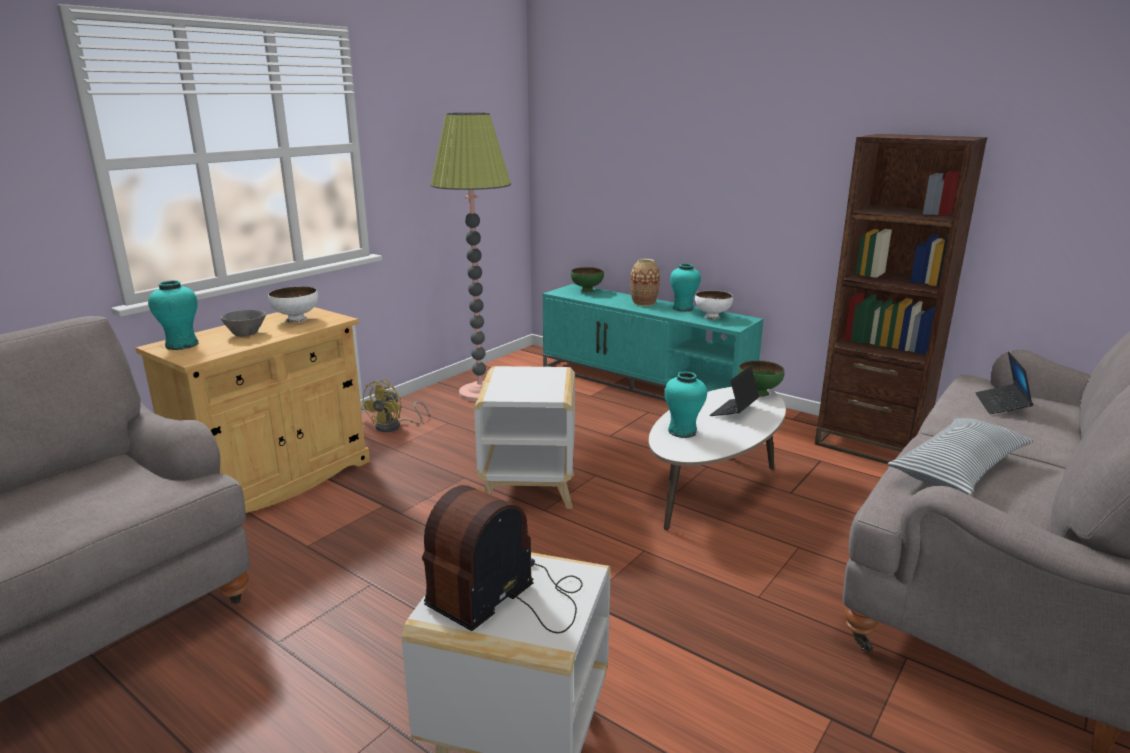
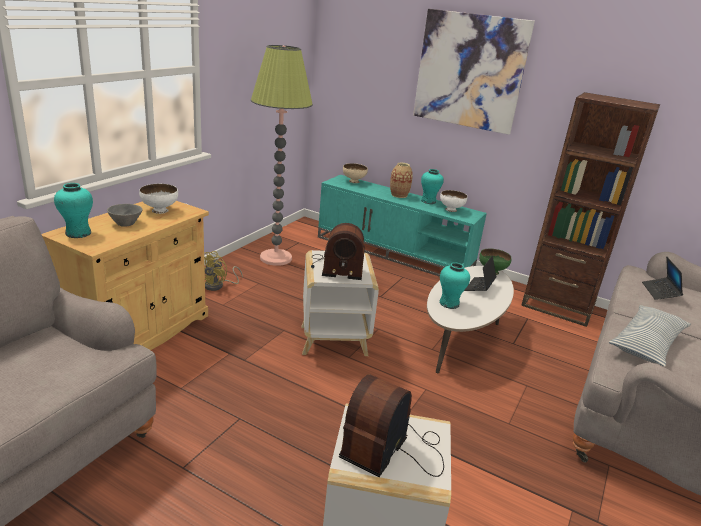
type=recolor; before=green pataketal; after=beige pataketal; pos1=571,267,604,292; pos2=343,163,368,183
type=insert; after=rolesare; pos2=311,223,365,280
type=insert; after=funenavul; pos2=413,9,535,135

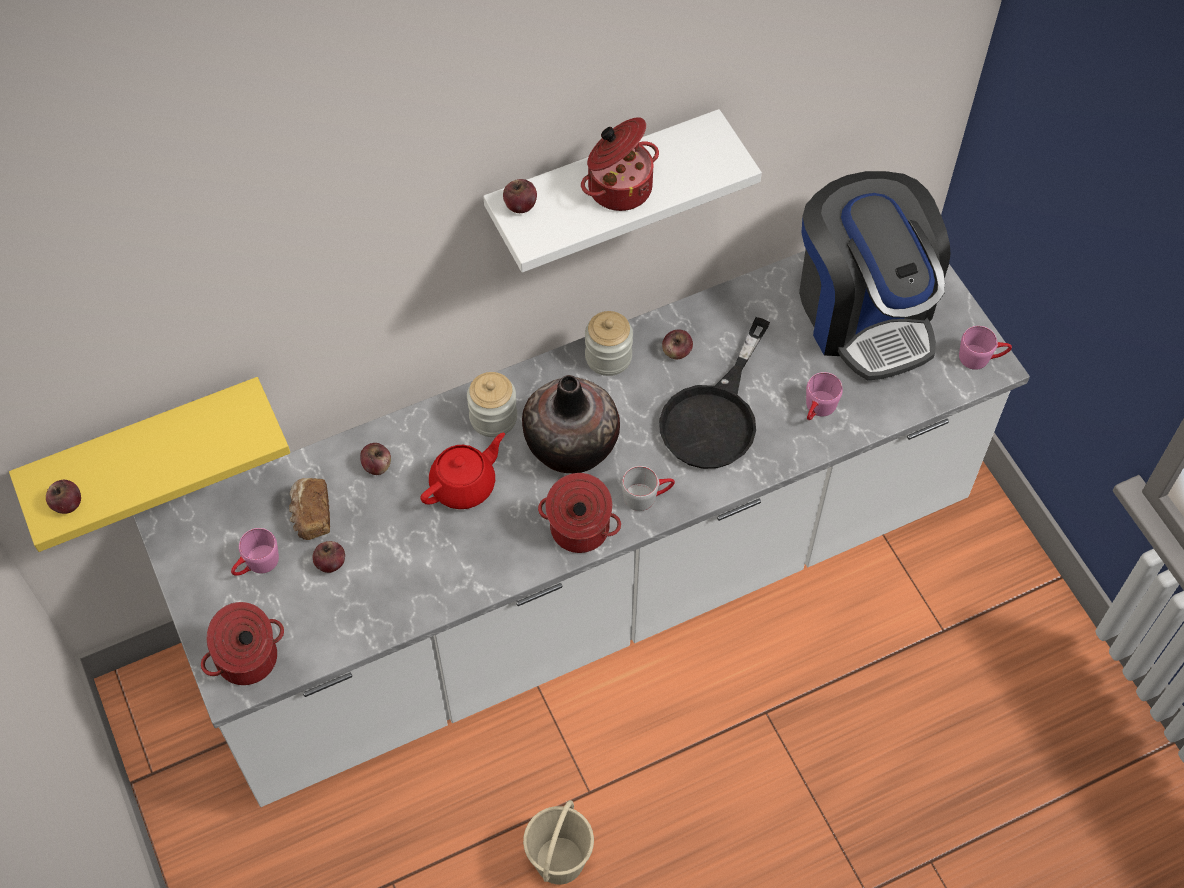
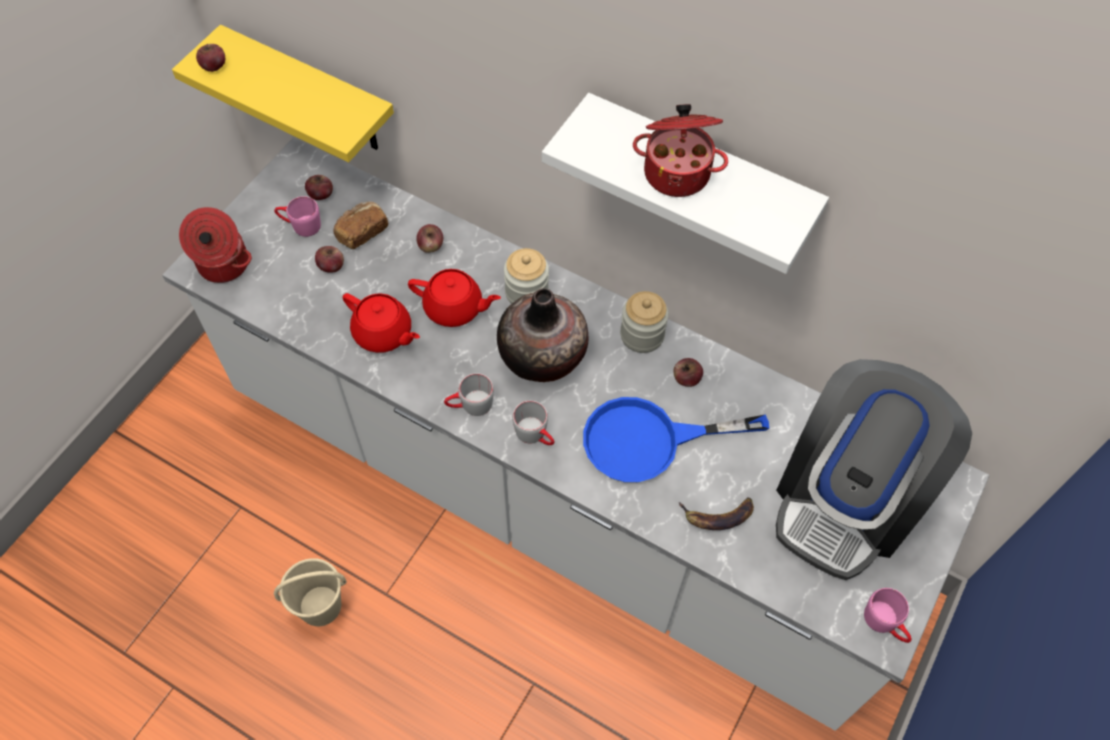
type=move; before=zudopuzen; pos1=503,179,537,213; pos2=305,175,333,200
type=replace; before=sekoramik; after=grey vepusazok; pos1=538,473,621,553; pos2=444,373,494,416
type=recolor; before=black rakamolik; after=blue rakamolik; pos1=659,317,770,469; pos2=583,397,769,482
type=replace; before=pink vepusazok; after=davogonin; pos1=806,372,843,420; pos2=679,498,754,530
type=insert; after=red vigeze; pos2=343,293,420,353

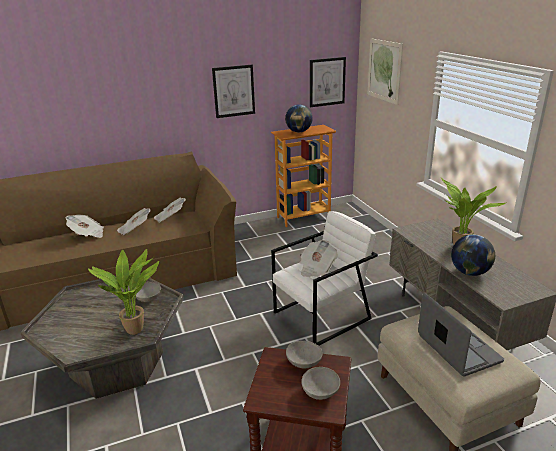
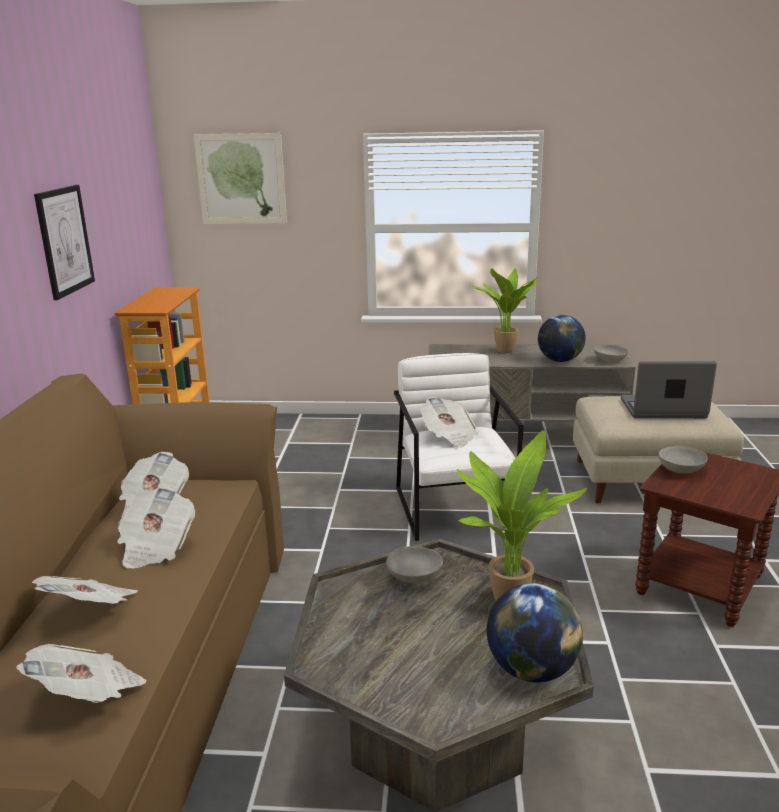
type=move; before=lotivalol; pos1=285,104,313,132; pos2=487,583,583,683
type=move; before=grey pataketal; pos1=301,367,340,400; pos2=594,344,628,362
type=delete; before=funenavul; pos1=310,57,346,107
type=insert; after=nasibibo; pos2=16,644,146,703

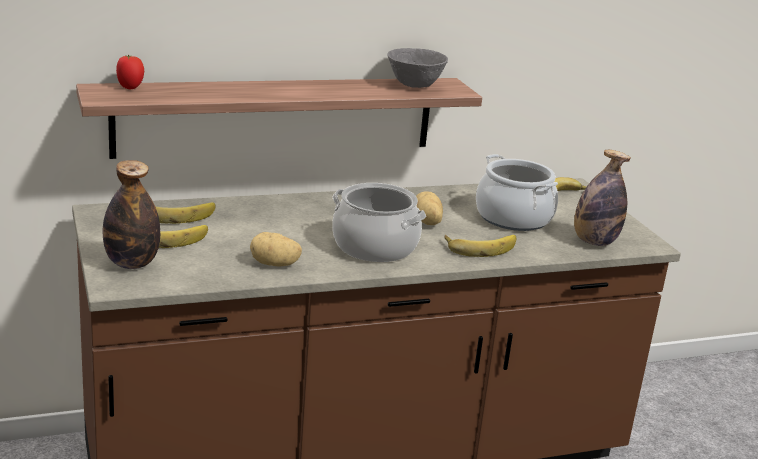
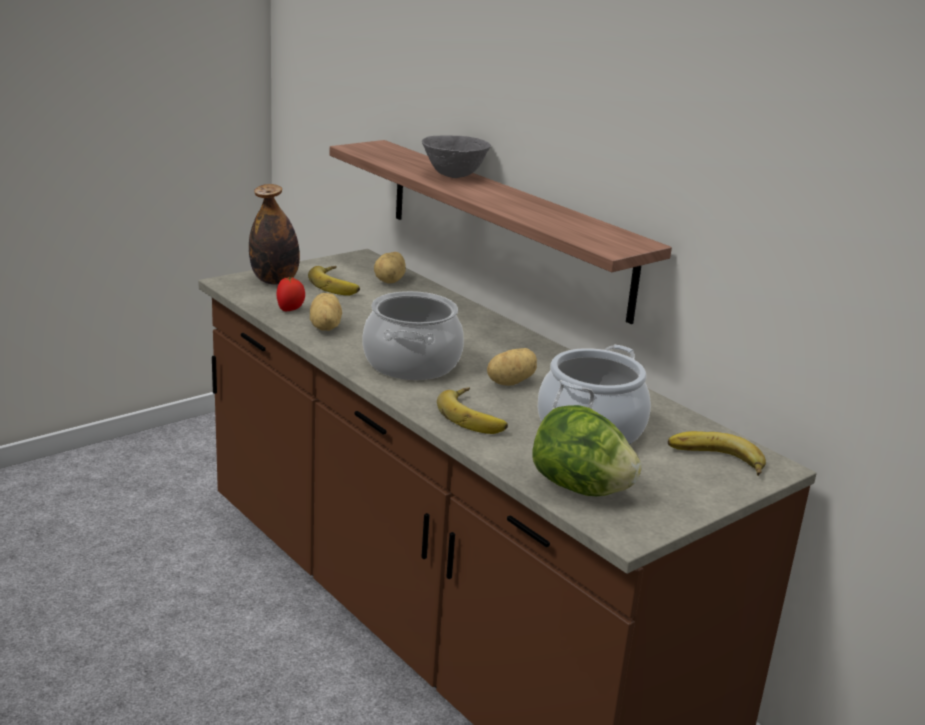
type=move; before=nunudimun; pos1=116,55,144,89; pos2=276,277,305,311
type=replace; before=davogonin; after=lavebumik; pos1=155,202,216,224; pos2=374,252,406,284
type=move; before=grey pataketal; pos1=387,48,448,88; pos2=422,135,491,178
type=replace; before=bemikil; after=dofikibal; pos1=574,150,631,246; pos2=532,405,642,496

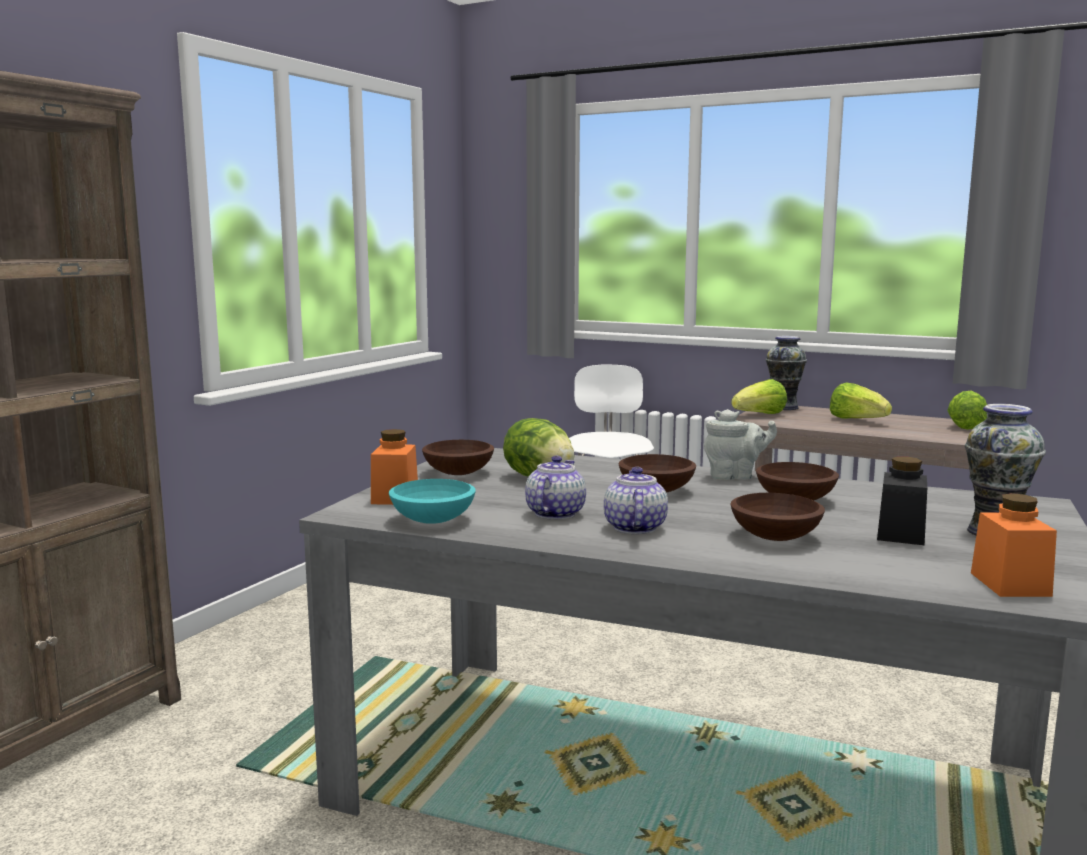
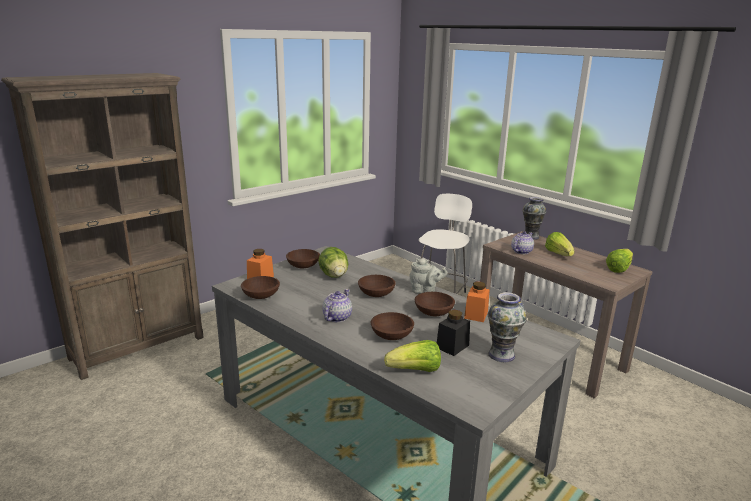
type=recolor; before=turquoise pataketal; after=brown pataketal; pos1=389,479,476,524; pos2=241,276,280,299
type=move; before=vigeze; pos1=525,456,586,520; pos2=511,231,534,254
type=move; before=dofikibal; pos1=731,379,787,414; pos2=384,340,441,372
type=move; before=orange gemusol; pos1=971,493,1057,597; pos2=464,282,490,322

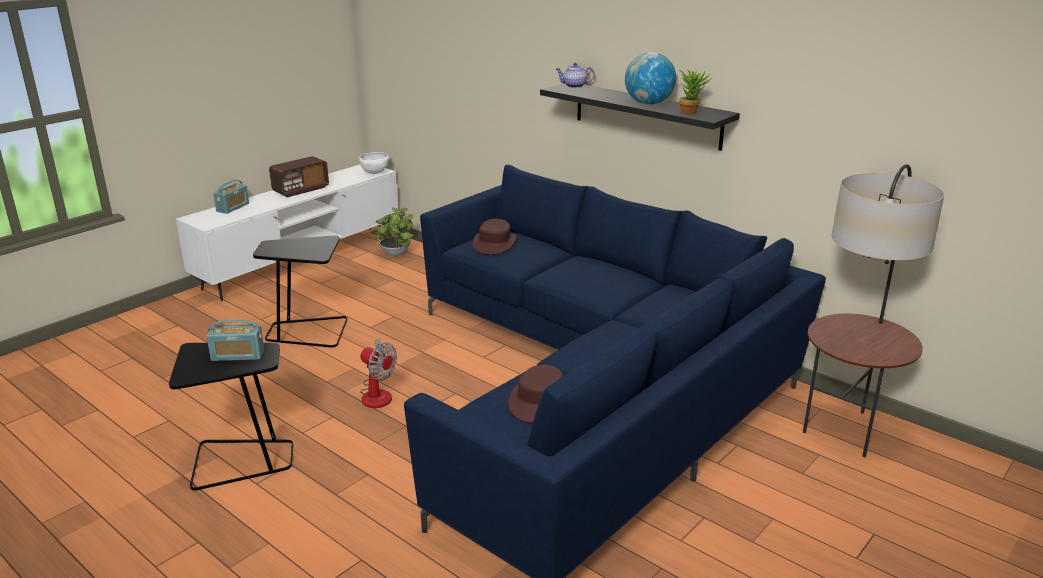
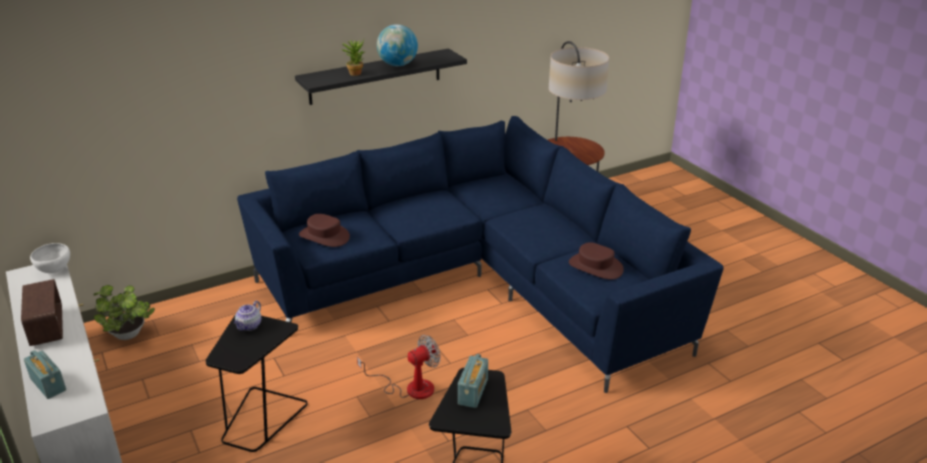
type=move; before=vigeze; pos1=556,63,595,88; pos2=234,301,261,331
type=move; before=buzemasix; pos1=679,69,712,114; pos2=341,40,365,76

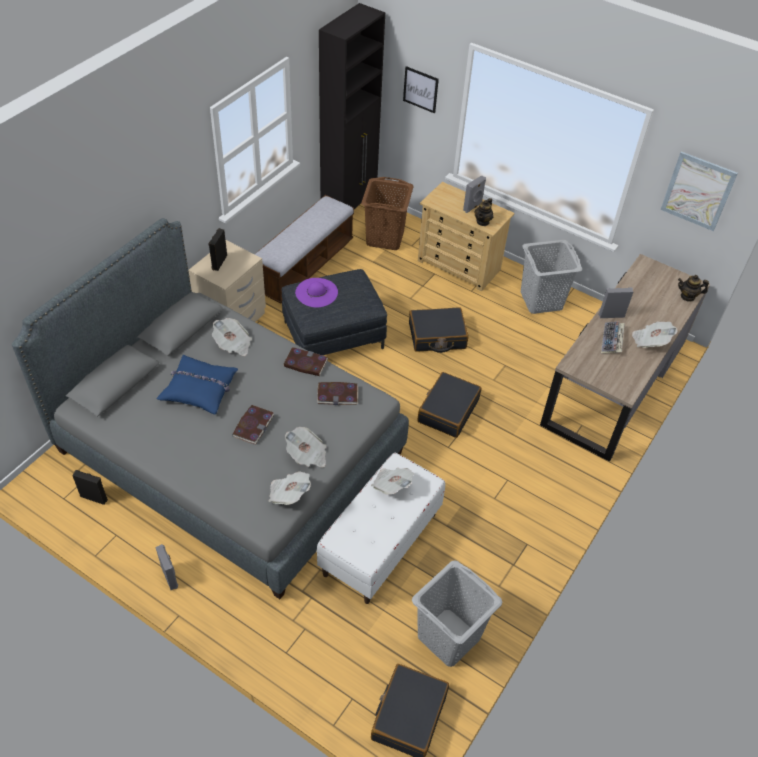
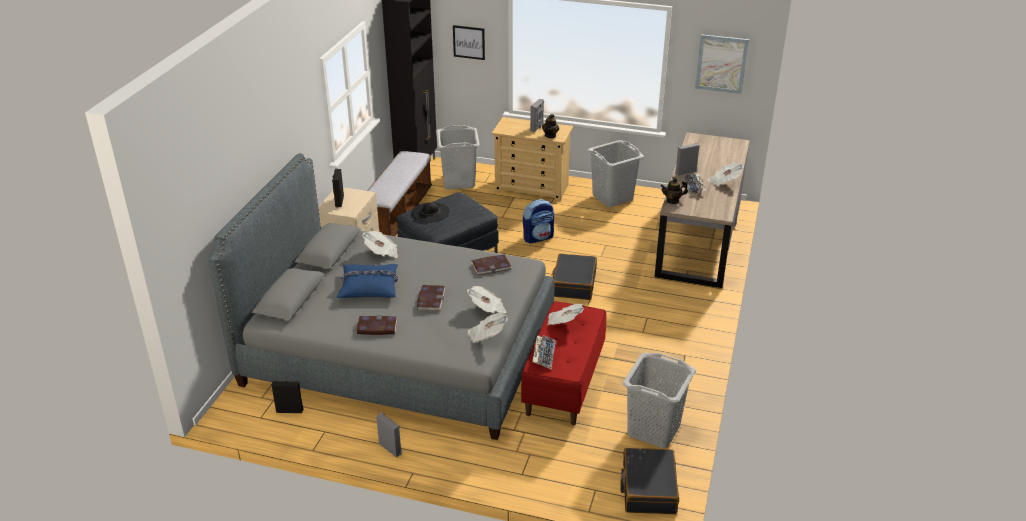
type=move; before=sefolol; pos1=283,347,328,376; pos2=356,315,397,335
type=recolor; before=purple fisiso; after=black fisiso; pos1=295,278,338,308; pos2=411,202,450,223
type=recolor; before=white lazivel; after=red lazivel; pos1=316,453,445,604; pos2=521,301,606,425
type=recolor; before=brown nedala; after=grey nedala; pos1=361,177,414,250; pos2=436,125,480,189
type=replace; before=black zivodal; after=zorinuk; pos1=409,307,469,353; pos2=523,199,554,243
type=move; before=vigeze; pos1=678,275,709,302; pos2=660,178,688,204
type=insert; after=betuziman; pos2=532,335,556,369

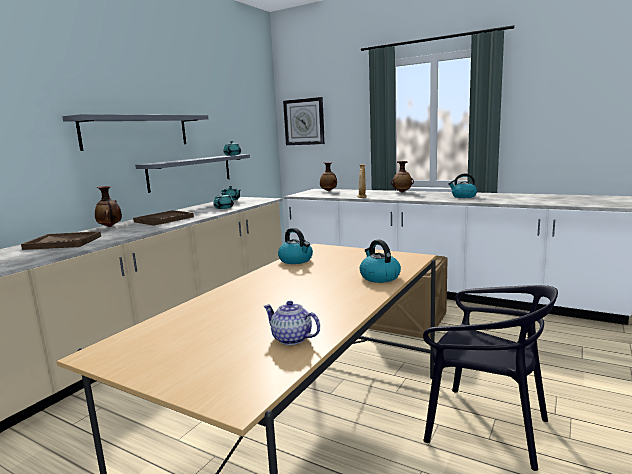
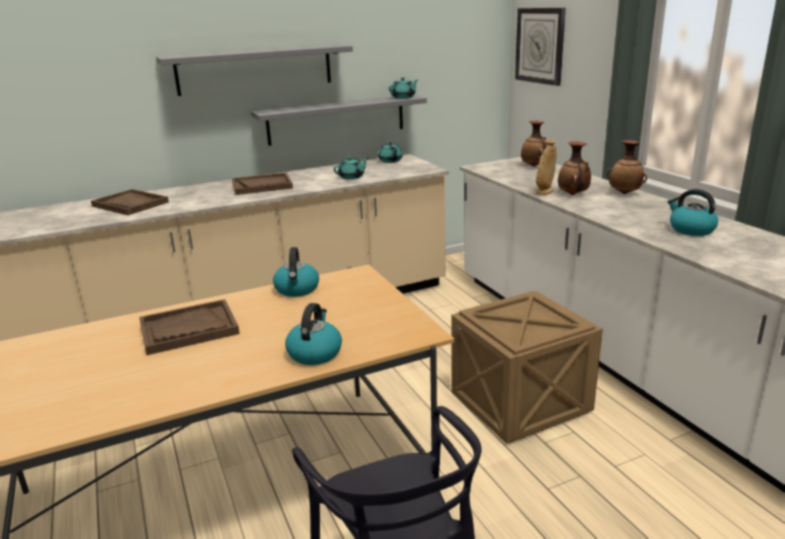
type=move; before=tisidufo; pos1=95,186,122,227; pos2=558,141,591,195
type=delete; before=vigeze; pos1=264,301,320,345
type=insert; after=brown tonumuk; pos2=139,299,240,355

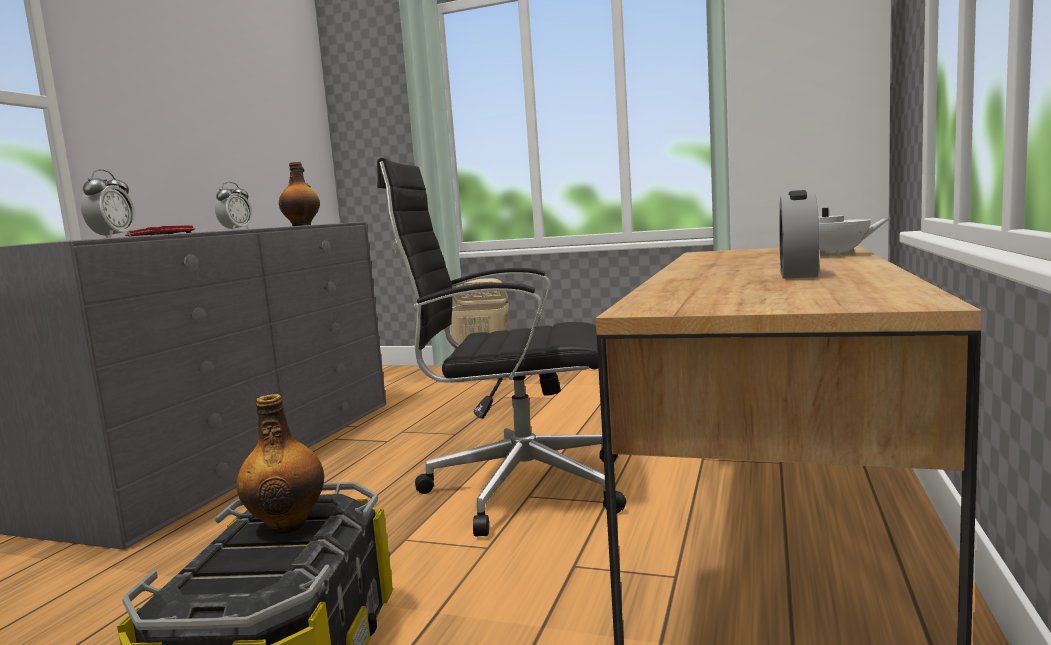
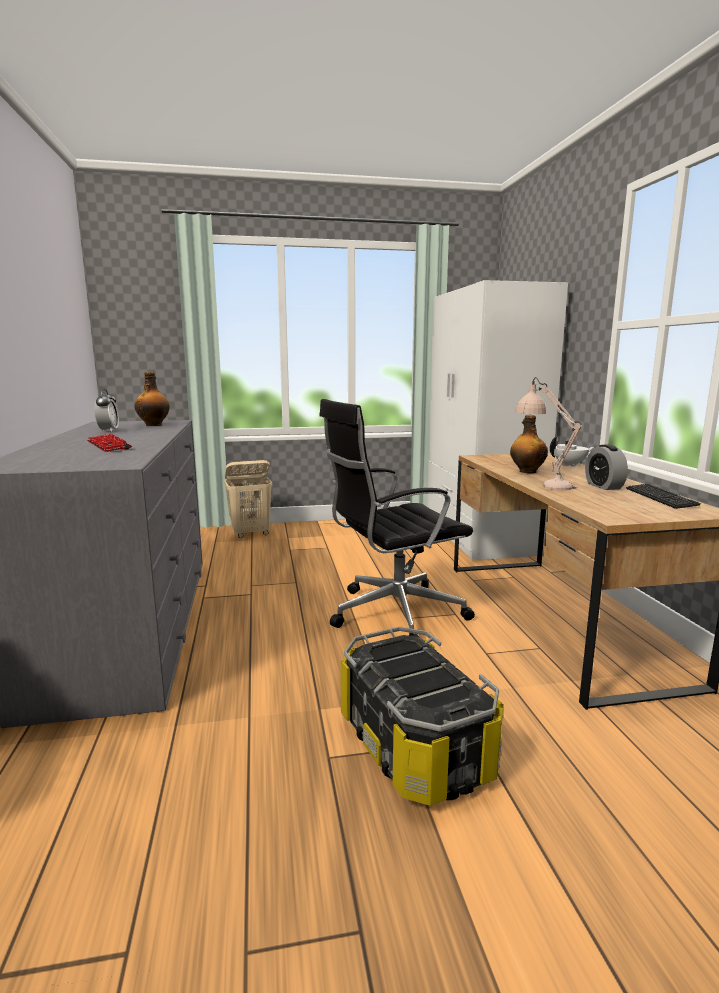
type=delete; before=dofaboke; pos1=81,169,136,238
type=move; before=bemikil; pos1=237,394,324,534; pos2=510,415,548,473
type=insert; after=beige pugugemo; pos2=515,377,582,490
type=insert; after=betuziman; pos2=626,484,701,509

